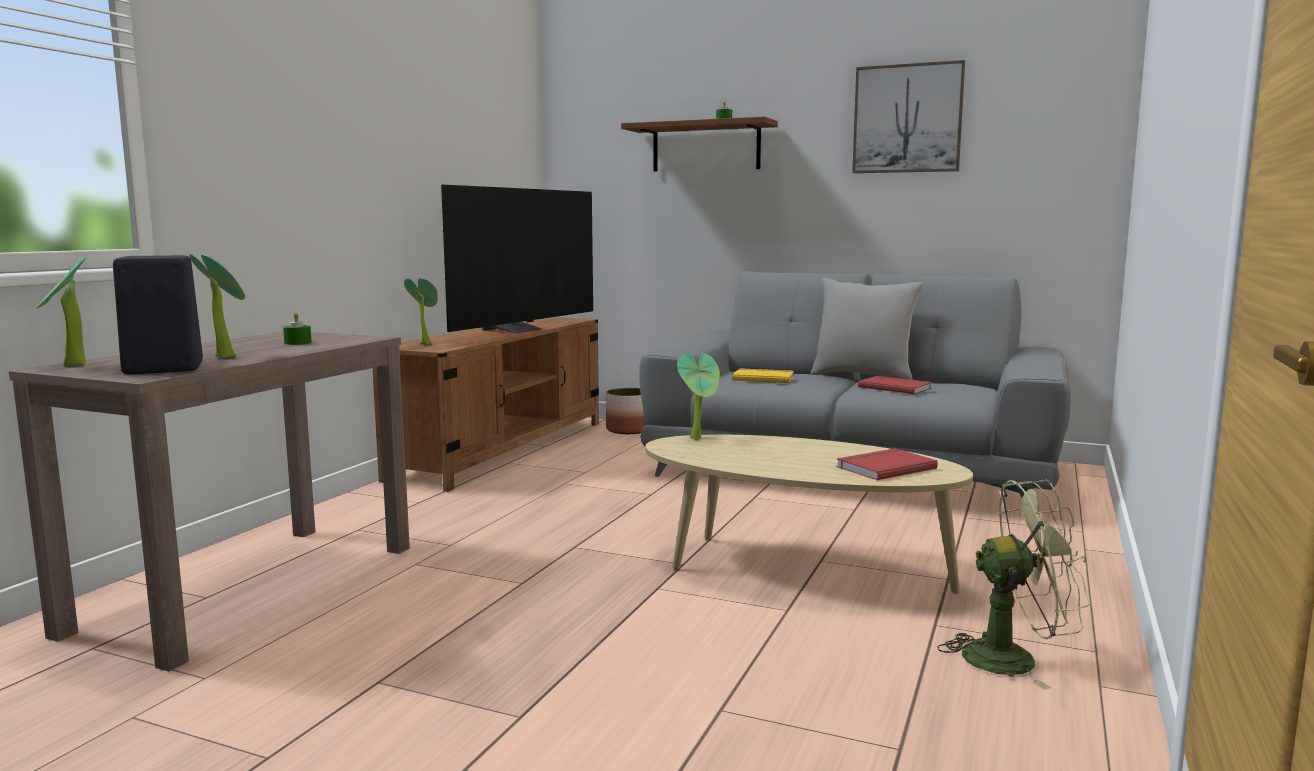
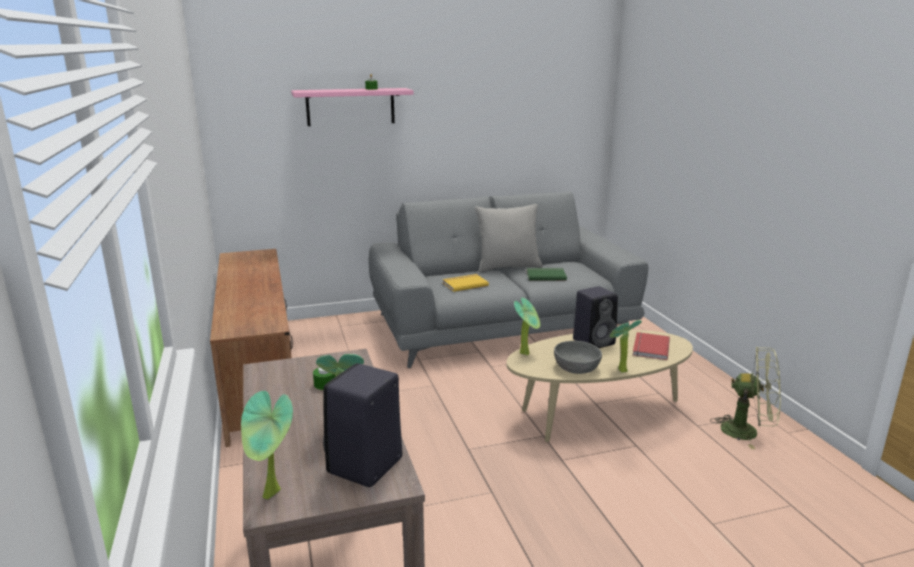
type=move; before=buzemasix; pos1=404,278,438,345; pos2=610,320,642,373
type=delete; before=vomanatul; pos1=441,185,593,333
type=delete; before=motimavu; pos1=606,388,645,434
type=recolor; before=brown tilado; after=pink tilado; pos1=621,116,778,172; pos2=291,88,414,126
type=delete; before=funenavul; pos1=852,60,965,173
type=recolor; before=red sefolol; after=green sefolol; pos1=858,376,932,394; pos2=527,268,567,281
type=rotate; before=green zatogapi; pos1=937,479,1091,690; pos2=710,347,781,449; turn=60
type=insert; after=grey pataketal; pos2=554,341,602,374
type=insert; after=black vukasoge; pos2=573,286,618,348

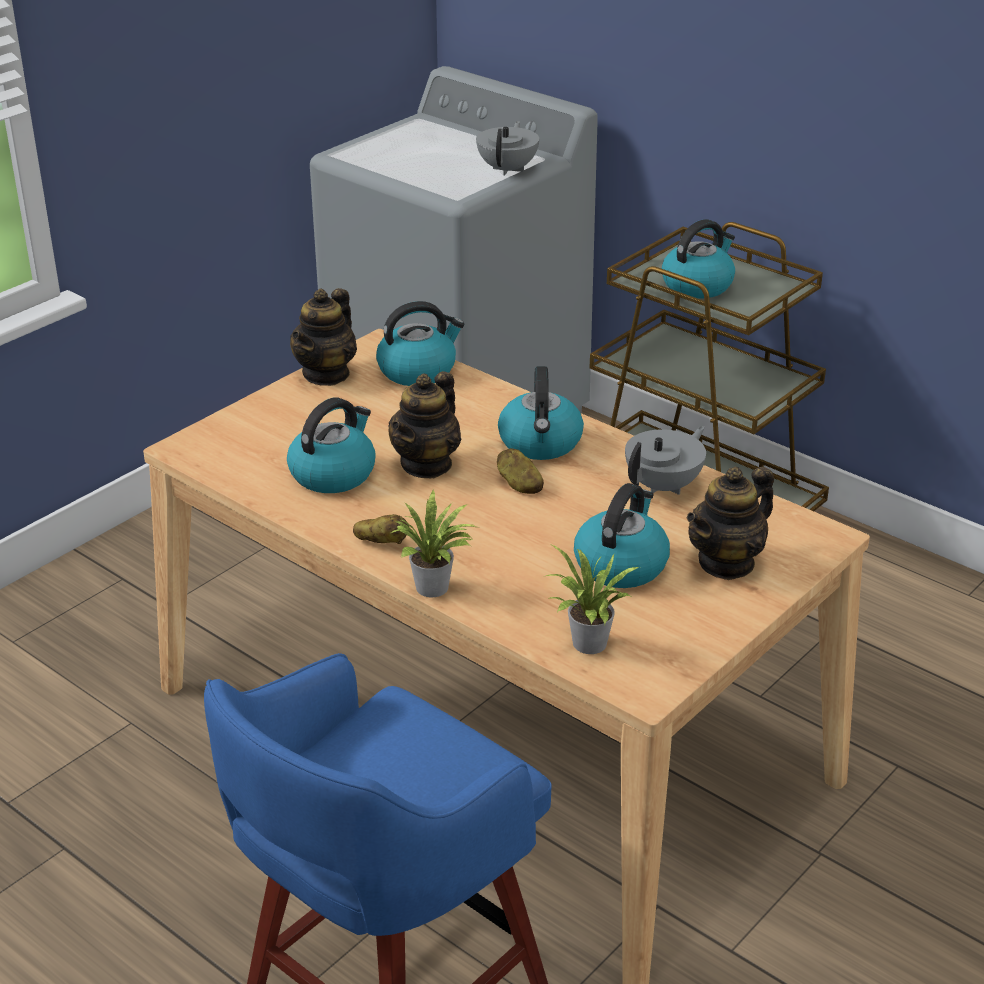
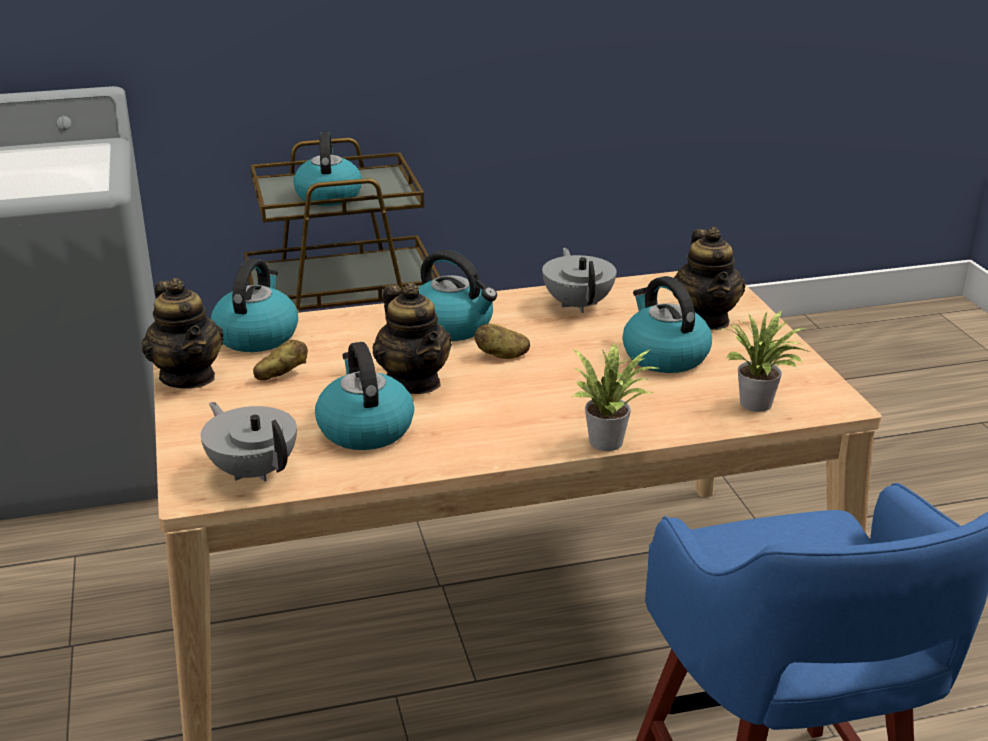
type=move; before=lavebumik; pos1=353,514,409,544; pos2=253,340,308,381
type=move; before=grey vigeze; pos1=476,121,539,176; pos2=201,402,297,482

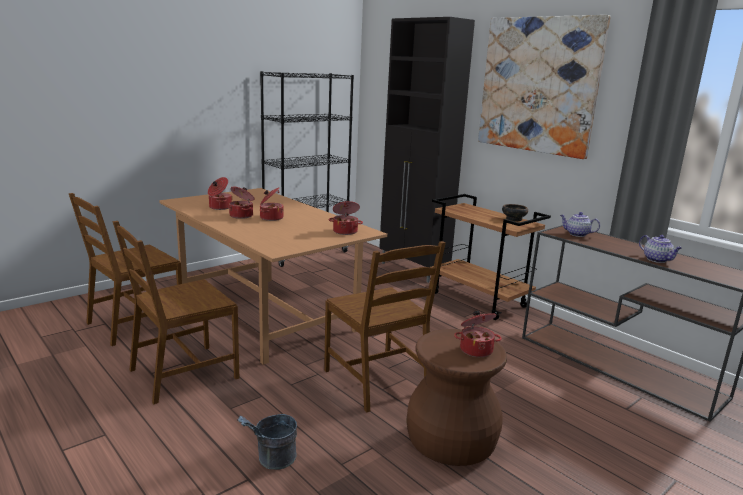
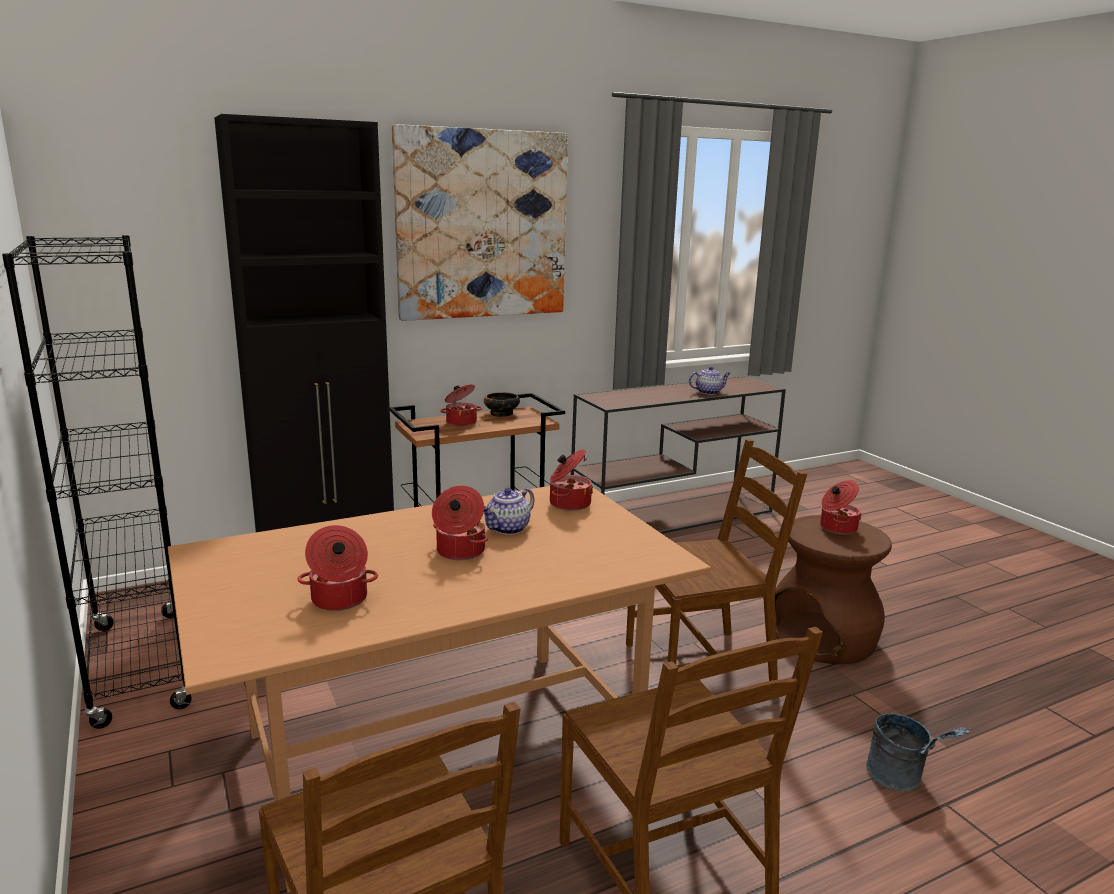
type=move; before=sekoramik; pos1=229,186,254,219; pos2=440,384,482,426
type=move; before=vigeze; pos1=560,212,600,237; pos2=484,488,534,535

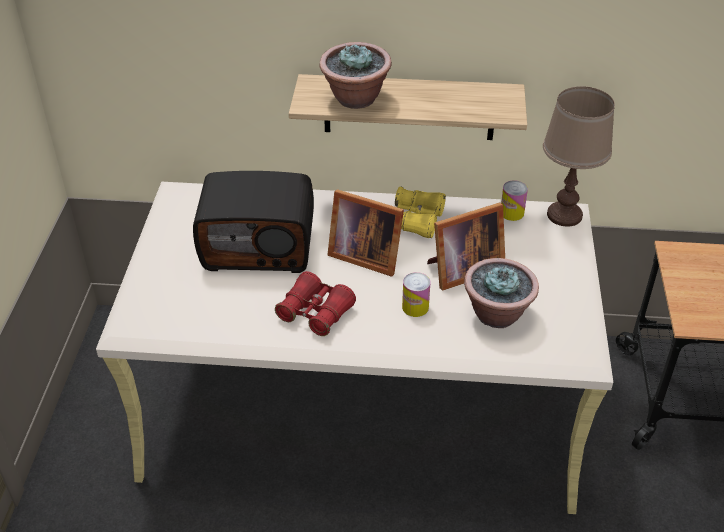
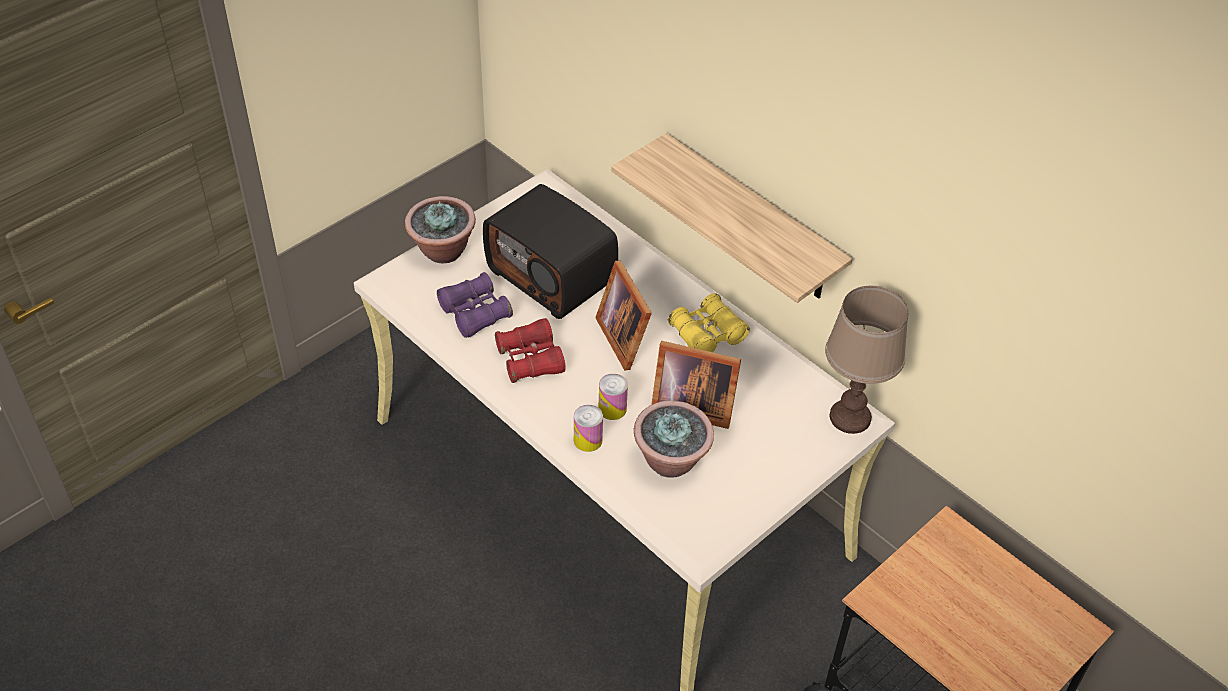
type=move; before=buzemasix; pos1=319,42,392,109; pos2=405,196,476,263
type=move; before=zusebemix; pos1=501,180,528,221; pos2=574,405,603,452
type=insert; after=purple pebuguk; pos2=437,272,513,338

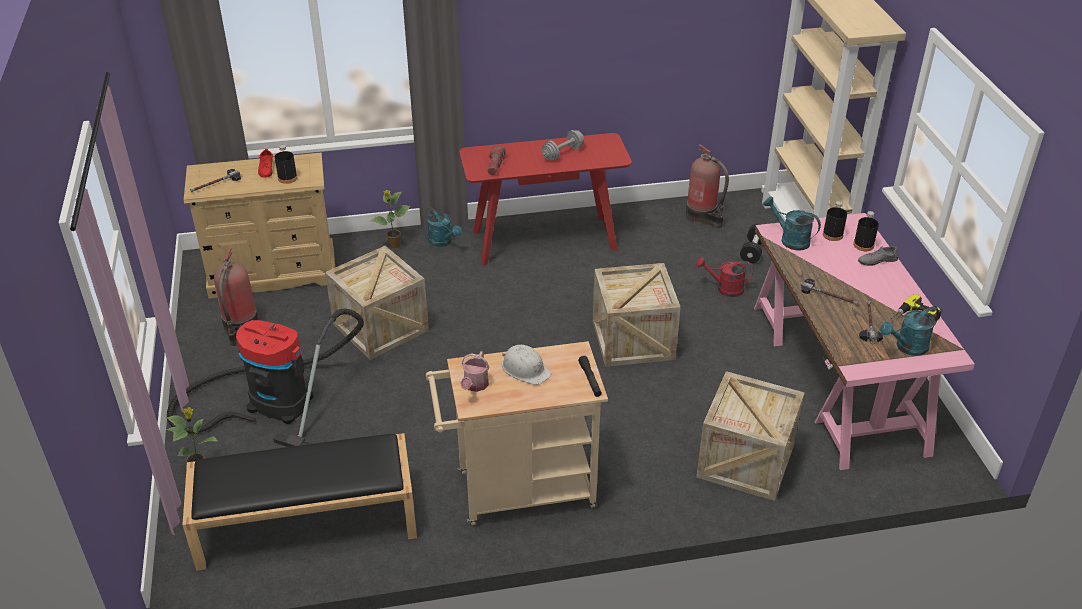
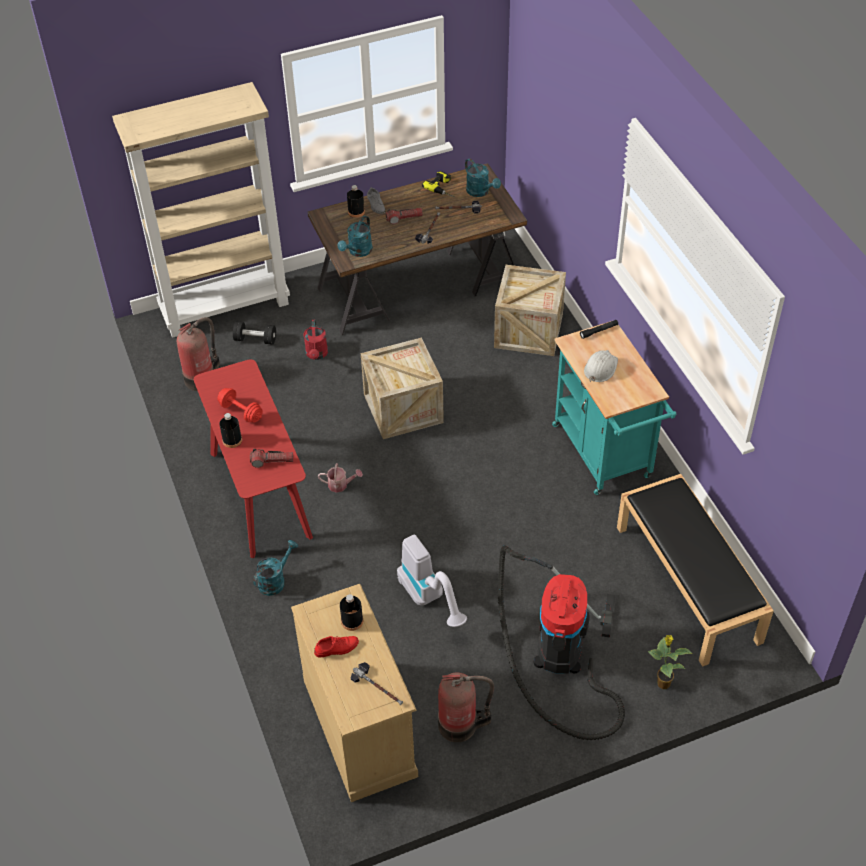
type=replace; before=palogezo; after=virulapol; pos1=325,246,429,360; pos2=397,535,467,627
type=delete; before=buzemasix; pos1=371,190,410,249
type=recolor; before=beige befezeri; after=turquoise befezeri; pos1=426,341,608,525; pos2=552,321,677,495
type=move; before=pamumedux; pos1=460,351,490,392; pos2=318,463,363,493
type=recolor; before=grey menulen; after=red menulen; pos1=542,130,584,160; pos2=217,388,263,423
type=recolor; before=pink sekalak; after=brown sekalak; pos1=754,213,975,470; pos2=308,163,527,335
type=move; before=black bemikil; pos1=823,201,847,241; pos2=219,413,242,448
type=insert; after=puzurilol; pos2=386,208,423,225

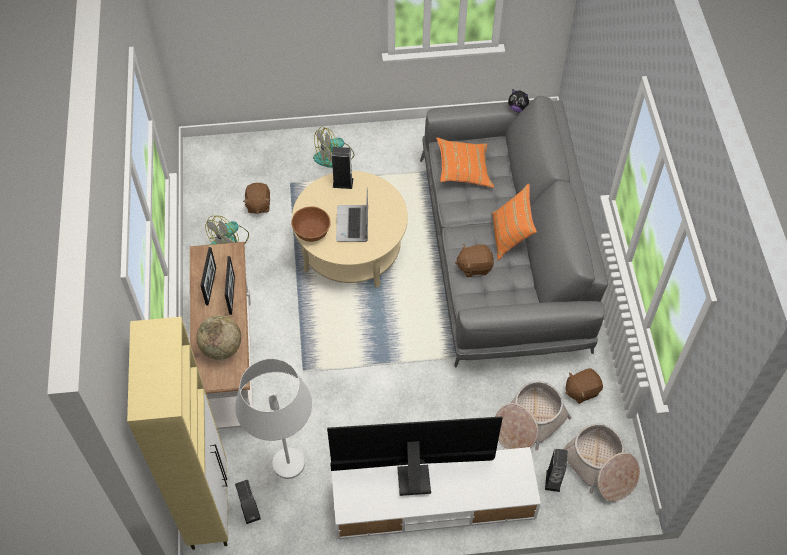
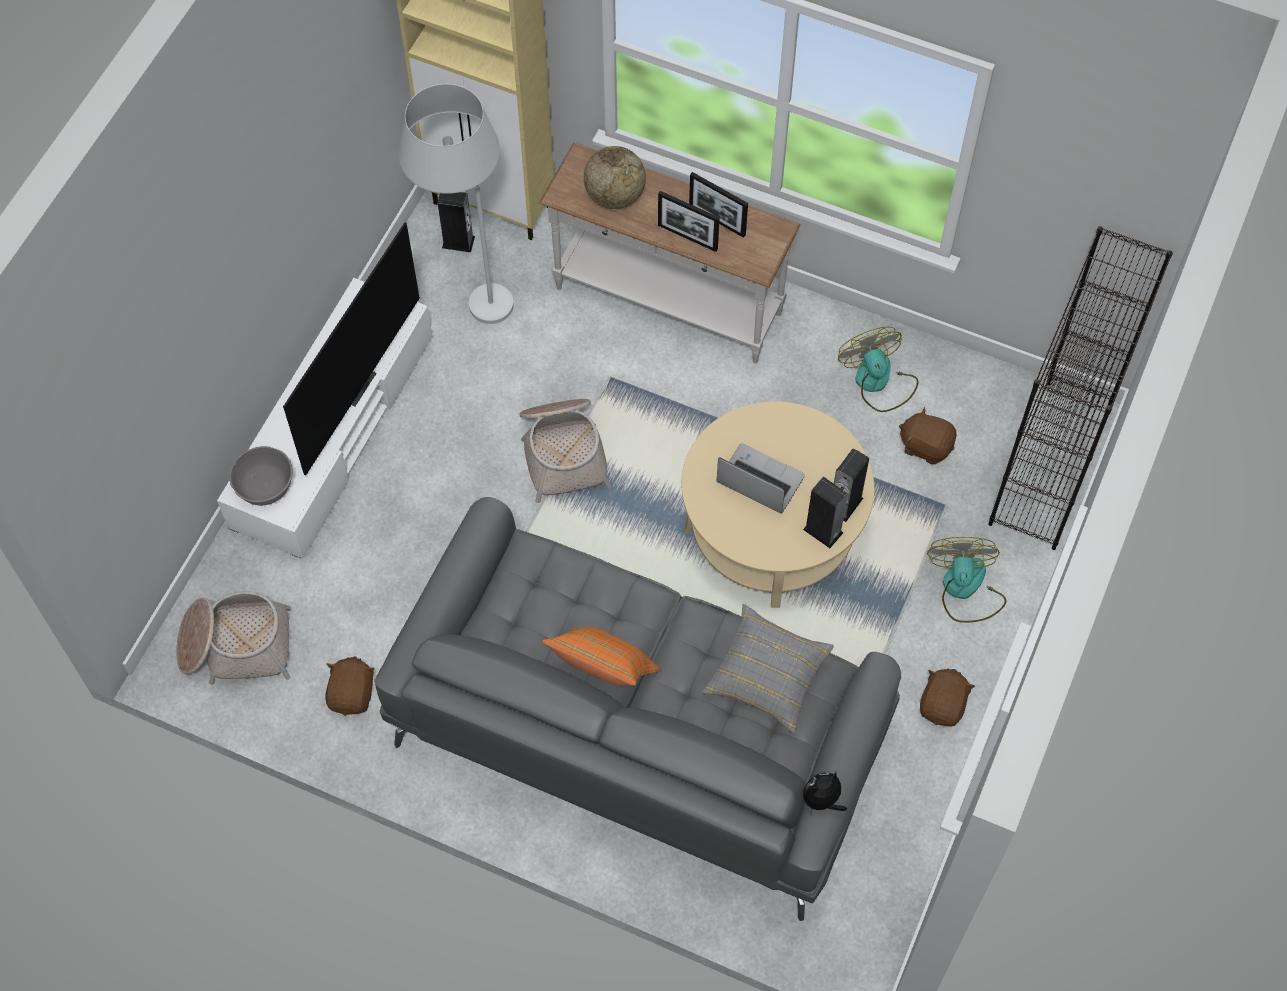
type=delete; before=brown pataketal; pos1=291,206,331,242
type=recolor; before=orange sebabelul; after=grey sebabelul; pos1=436,138,494,188; pos2=701,604,834,734
type=move; before=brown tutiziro; pos1=455,244,494,277; pos2=920,668,975,727
type=move; before=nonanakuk; pos1=495,381,572,450; pos2=519,399,611,503
type=move; before=vukasoge; pos1=545,449,568,492; pos2=803,477,848,548
type=insert; after=grey pataketal; pos2=229,446,293,506
type=insert; after=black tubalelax; pos2=988,226,1173,550

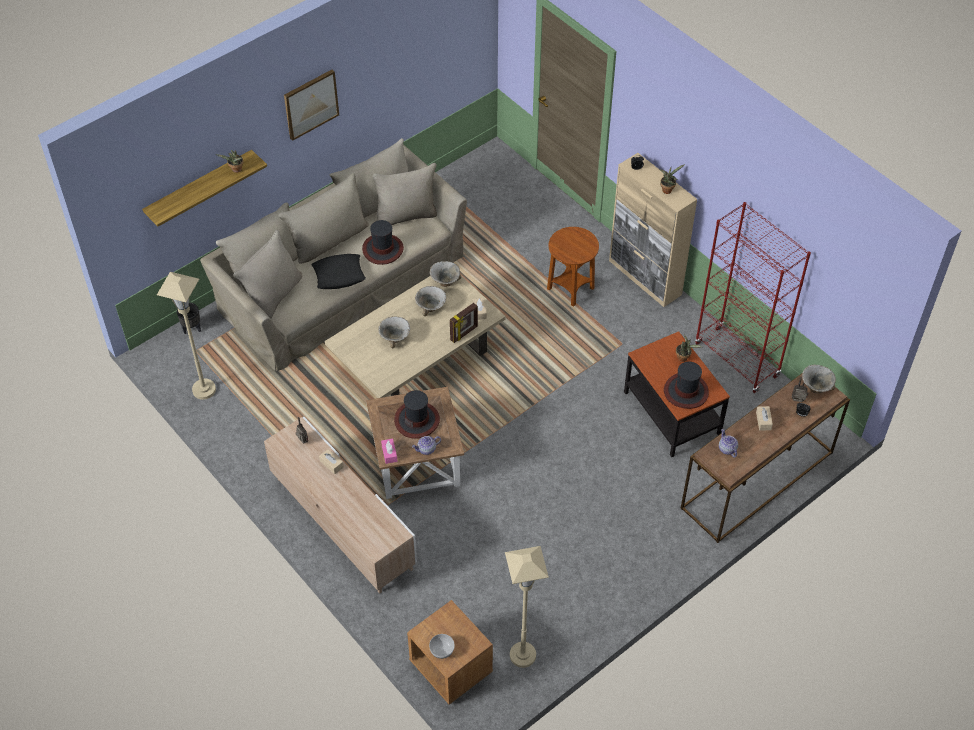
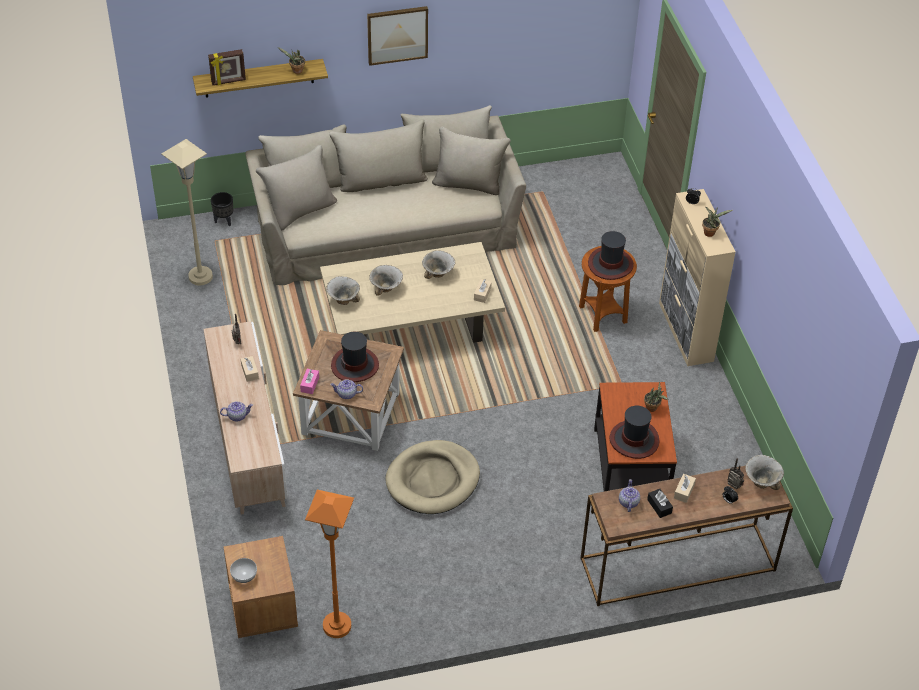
type=delete; before=black sebabelul; pos1=312,254,366,289
type=move; before=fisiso; pos1=362,220,404,265; pos2=588,231,634,280
type=move; before=pataketal; pos1=430,261,461,287; pos2=326,276,360,305
type=move; before=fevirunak; pos1=450,303,478,343; pos2=208,49,246,85
type=recolor; before=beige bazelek; after=orange bazelek; pos1=505,546,549,668; pos2=305,490,354,638
type=delete; before=red tubalelax; pos1=695,202,811,393
type=insert; after=vigeze; pos2=220,401,253,421
type=insert; after=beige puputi; pos2=385,440,480,514
type=insert; after=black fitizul; pos2=647,489,673,518

